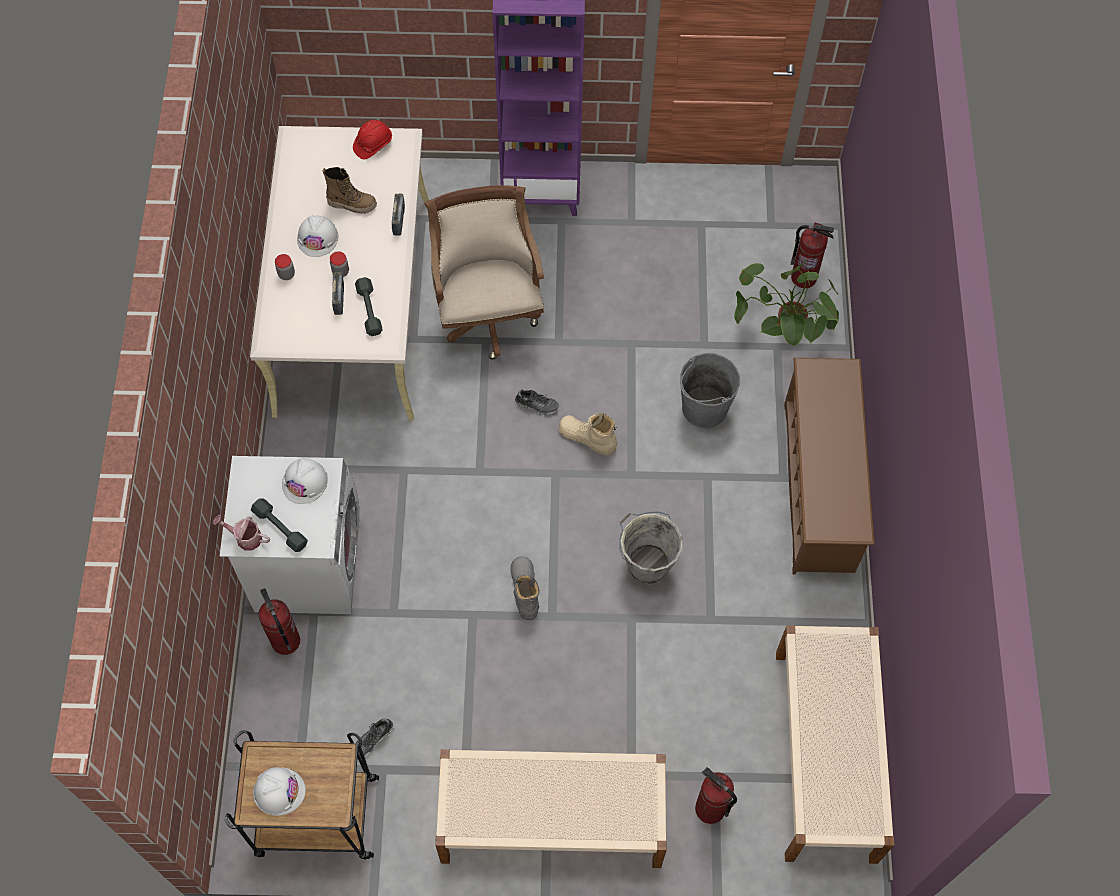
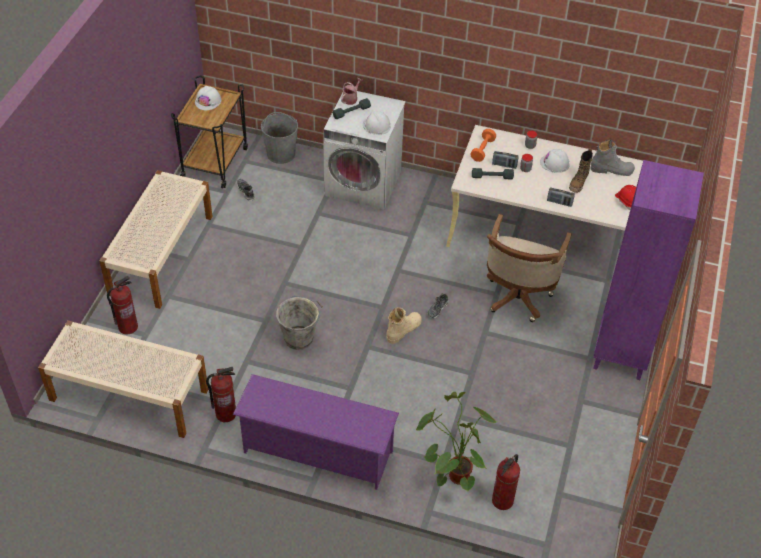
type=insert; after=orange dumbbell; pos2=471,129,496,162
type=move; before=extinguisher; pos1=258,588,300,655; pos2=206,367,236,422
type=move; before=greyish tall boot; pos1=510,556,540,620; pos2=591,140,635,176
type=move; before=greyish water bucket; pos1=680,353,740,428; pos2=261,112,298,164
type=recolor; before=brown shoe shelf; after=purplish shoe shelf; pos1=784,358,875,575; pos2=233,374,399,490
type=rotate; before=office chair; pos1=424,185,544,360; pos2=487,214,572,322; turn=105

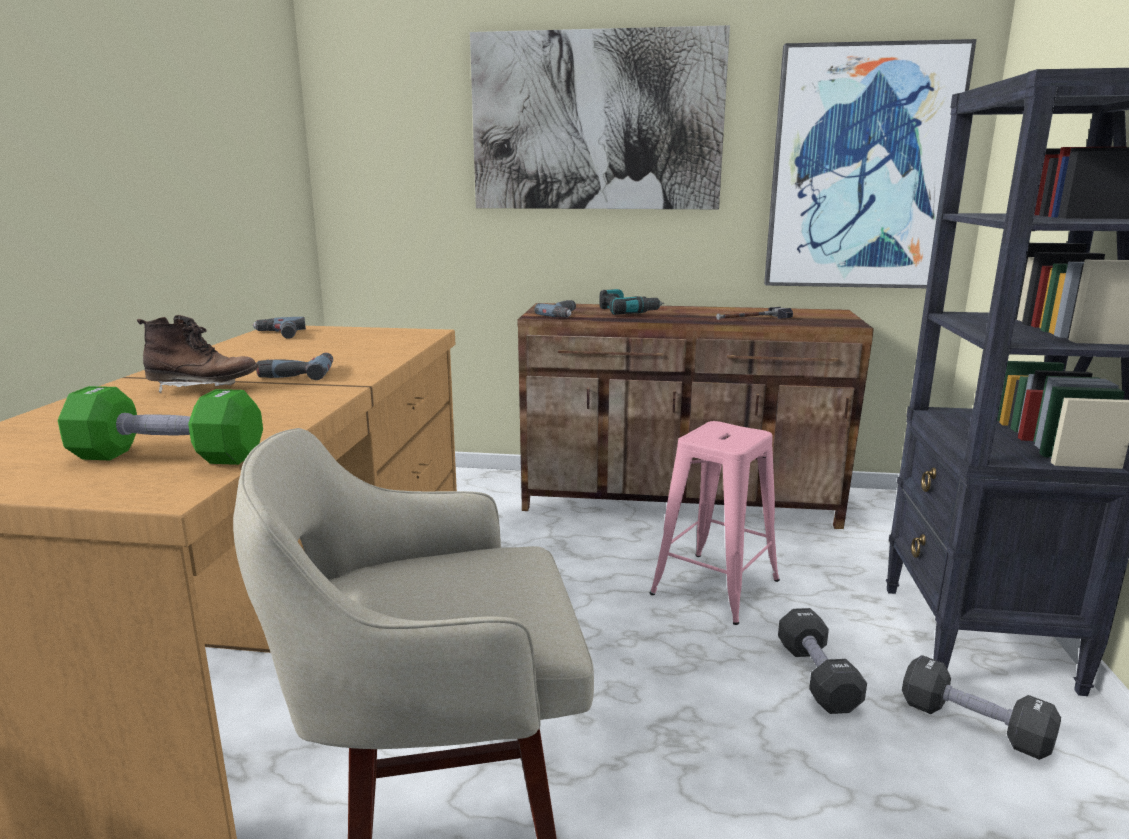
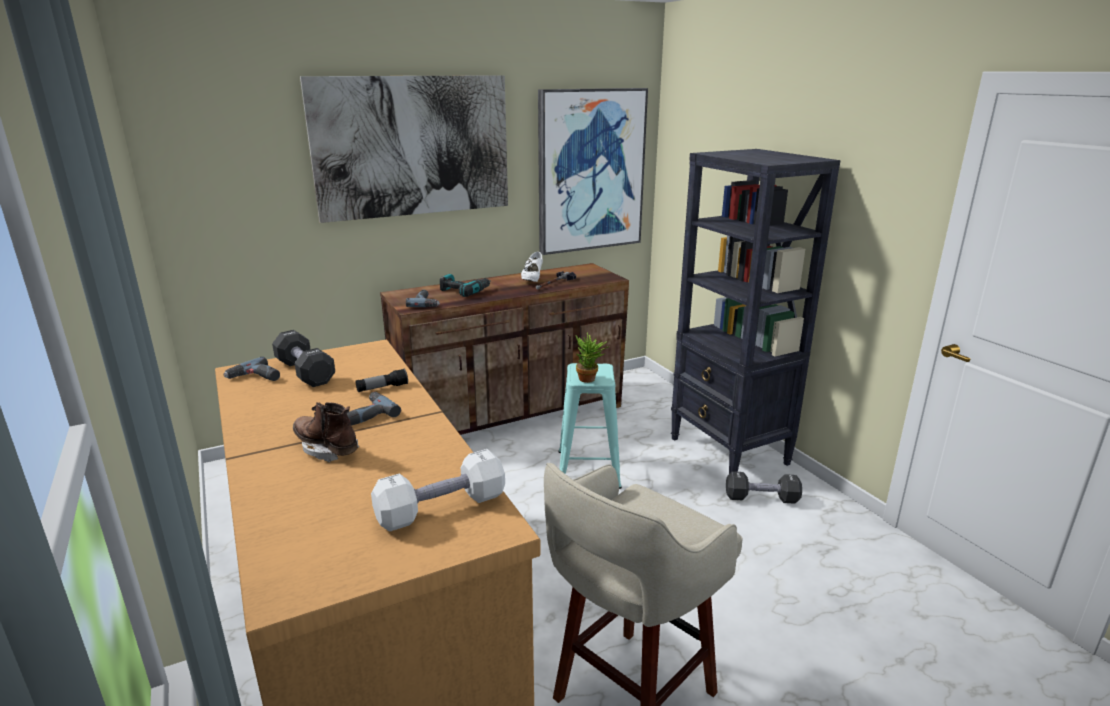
type=insert; after=torch; pos2=356,369,408,392
type=insert; after=white low shoe; pos2=521,252,543,282
type=insert; after=houseplant; pos2=575,333,610,383
type=move; before=black dumbbell; pos1=778,608,867,714; pos2=272,330,335,387
type=recolor; before=green-coloured dumbbell; after=white dumbbell; pos1=58,386,263,465; pos2=371,449,505,532
type=recolor; before=pink sitting stool; after=turquoise-coloured sitting stool; pos1=649,421,780,625; pos2=558,363,622,489
type=rotate; before=brown tall boot; pos1=137,315,259,393; pos2=293,402,359,462; turn=-105

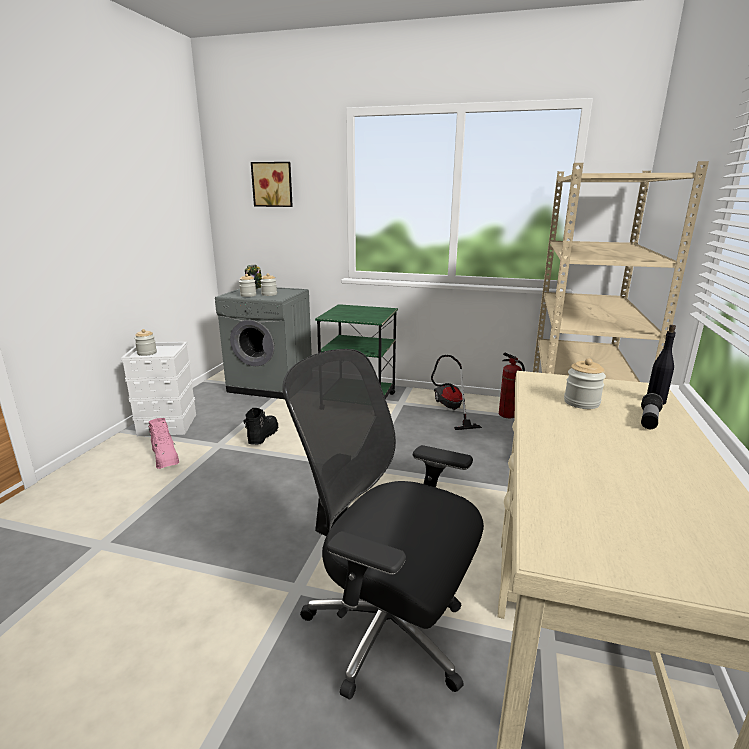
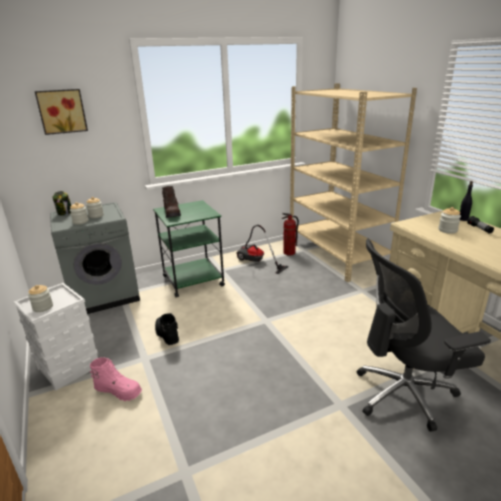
type=insert; after=brown tall boot; pos2=162,186,181,218

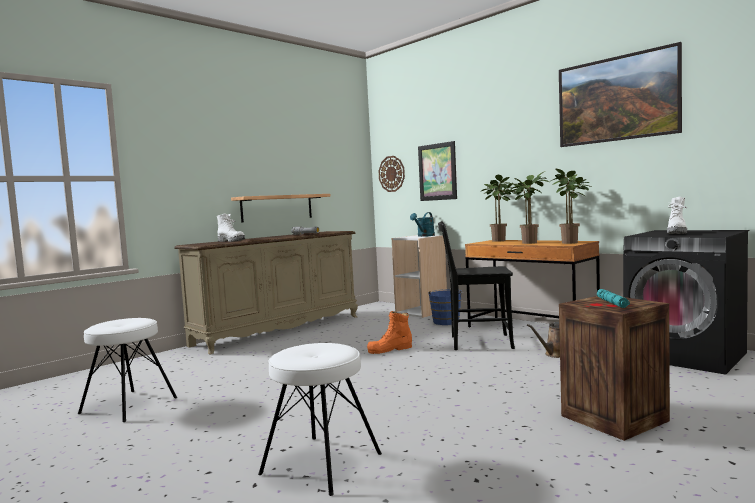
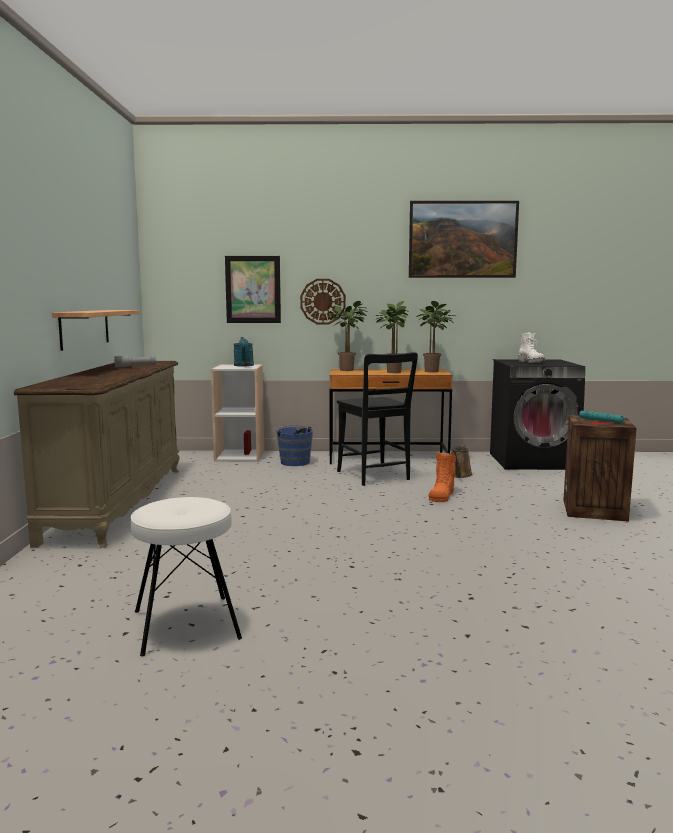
type=delete; before=white tall boot; pos1=217,214,245,242
type=delete; before=white sitting stool; pos1=258,343,382,496
type=move; before=orange tall boot; pos1=367,311,412,354; pos2=428,452,456,502
type=move; before=wall clock; pos1=379,156,405,192; pos2=300,279,346,325
type=rotate; before=black plain chair; pos1=438,221,515,350; pos2=337,352,418,486; turn=-75

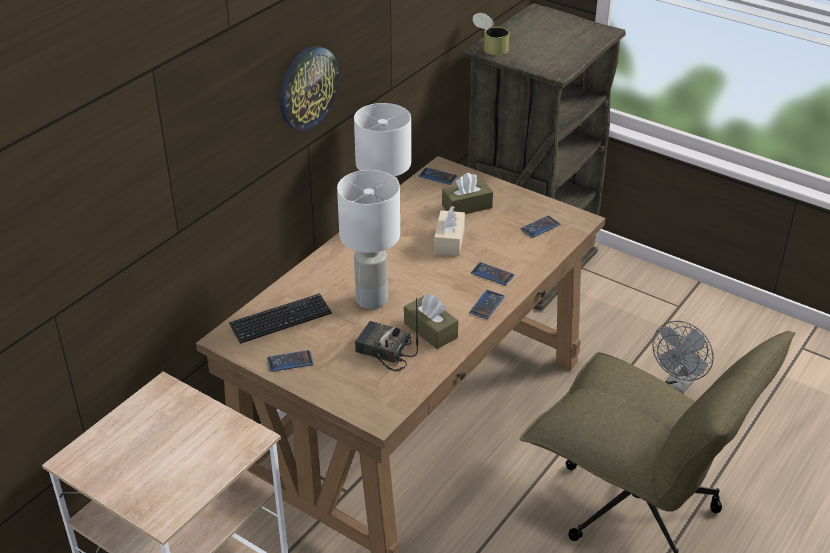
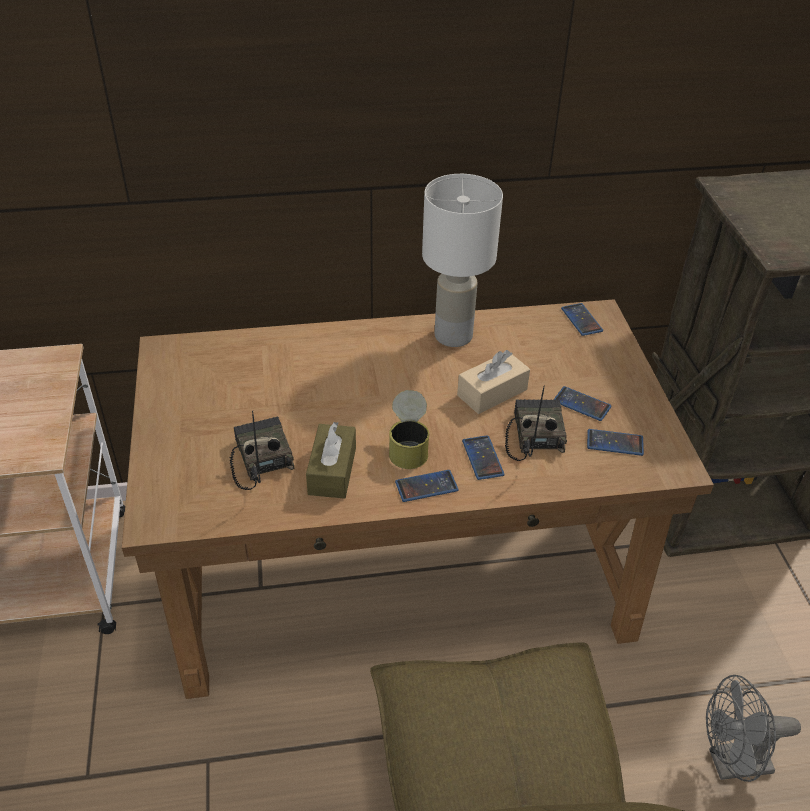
type=delete; before=PC keyboard; pos1=229,293,332,344
type=delete; before=wall clock; pos1=280,46,339,131
type=delete; before=white tabletop lamp; pos1=337,170,400,309
type=delete; before=brown tissue holder; pos1=442,173,493,214
type=insert; after=radio set; pos2=505,385,567,461
type=move; before=telephone; pos1=267,350,314,372; pos2=553,386,612,421
type=move; before=metal can; pos1=473,13,510,55; pos2=389,390,429,469

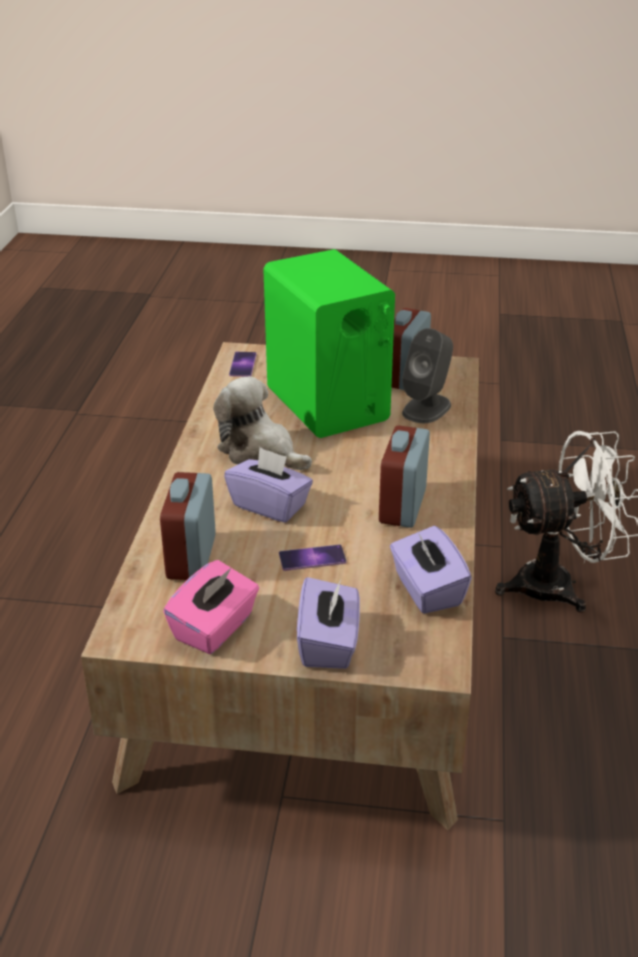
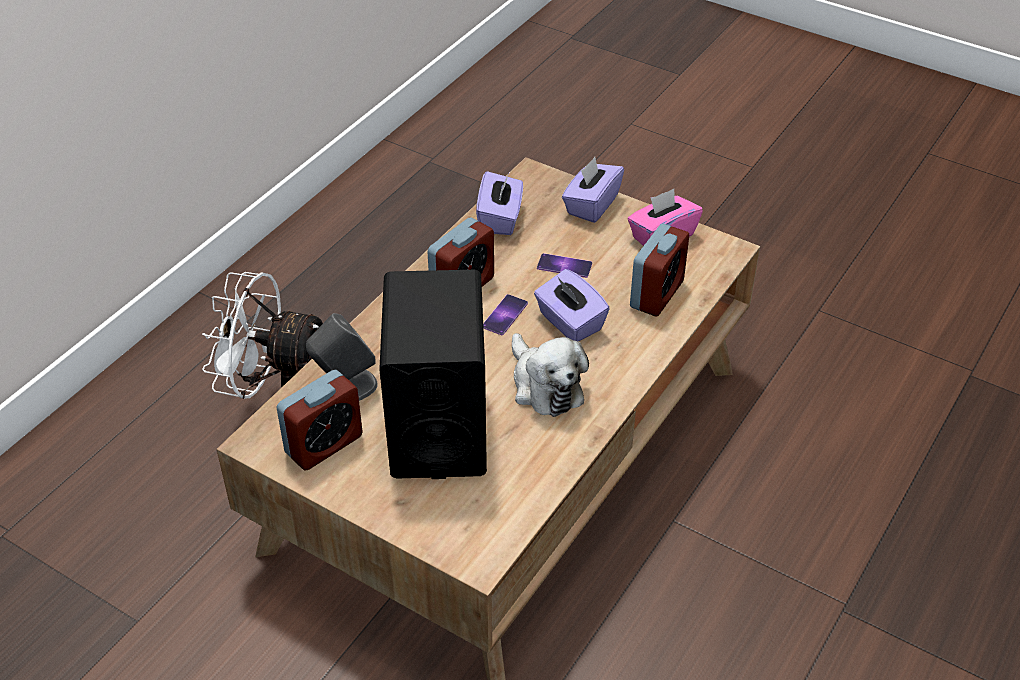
type=move; before=telephone; pos1=229,352,257,377; pos2=483,294,528,335
type=recolor; before=green-coloured speaker; after=black speaker; pos1=263,249,395,438; pos2=379,270,487,479

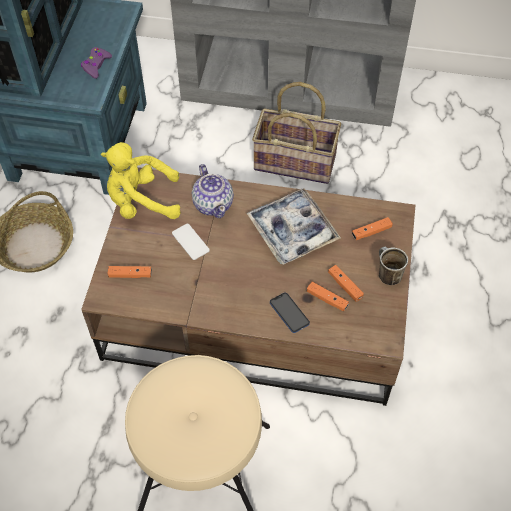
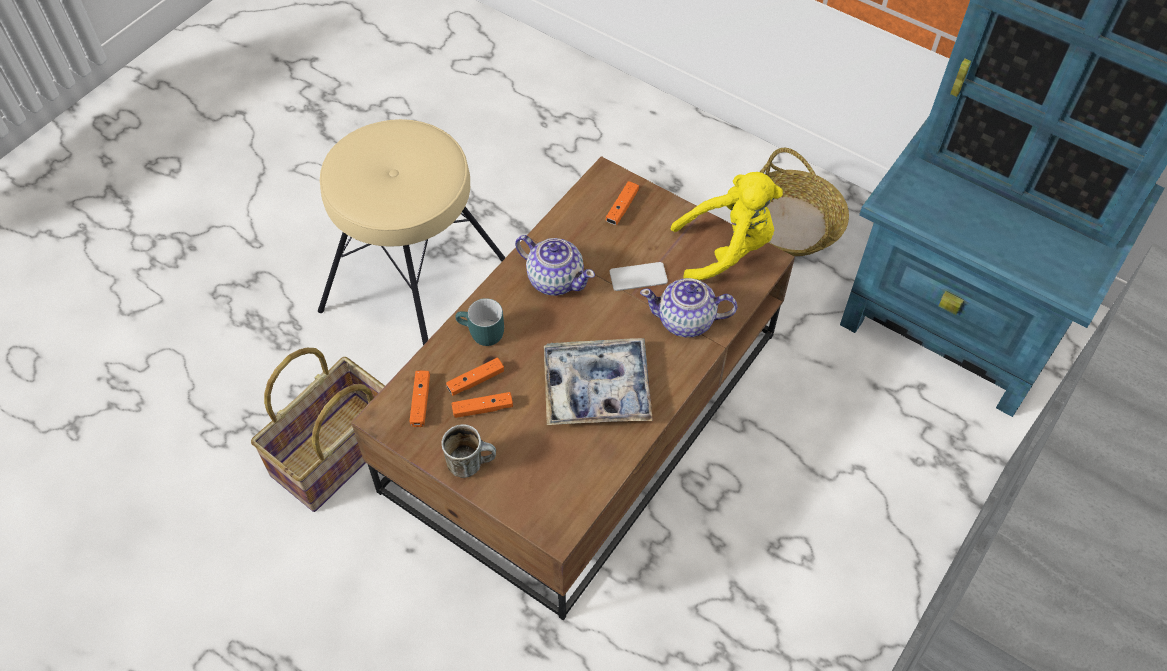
type=delete; before=purplish joypad; pos1=81,47,112,79
type=insert; after=tea pot; pos2=515,235,595,296
type=move; before=basket; pos1=252,82,341,184; pos2=251,348,385,512
type=move; before=orange joypad; pos1=352,217,393,240; pos2=410,371,430,427
type=replace; before=telephone; after=turquoise-coloured tea mug; pos1=270,293,310,333; pos2=455,298,504,346
type=rotate; before=yellow-coloured soft toy; pos1=101,142,181,219; pos2=671,172,783,280; turn=60

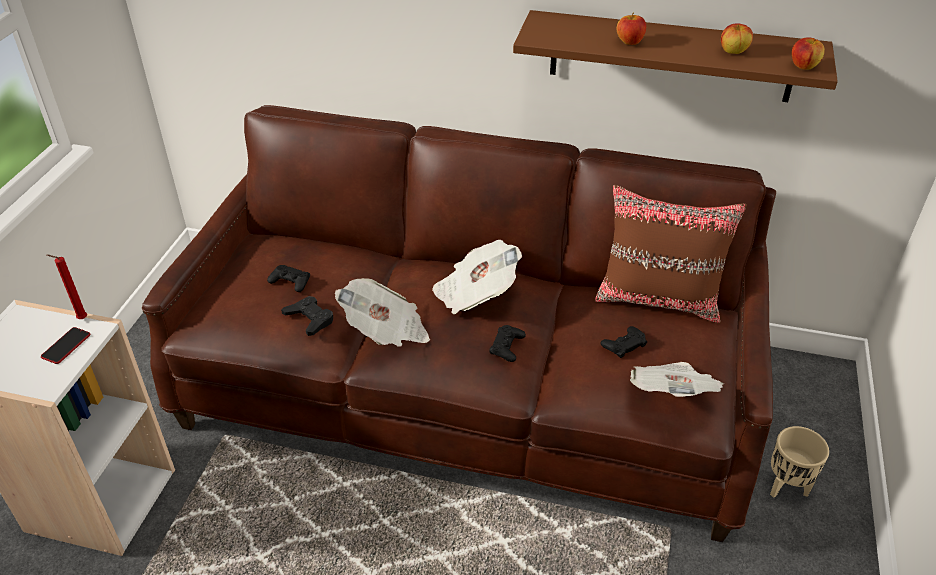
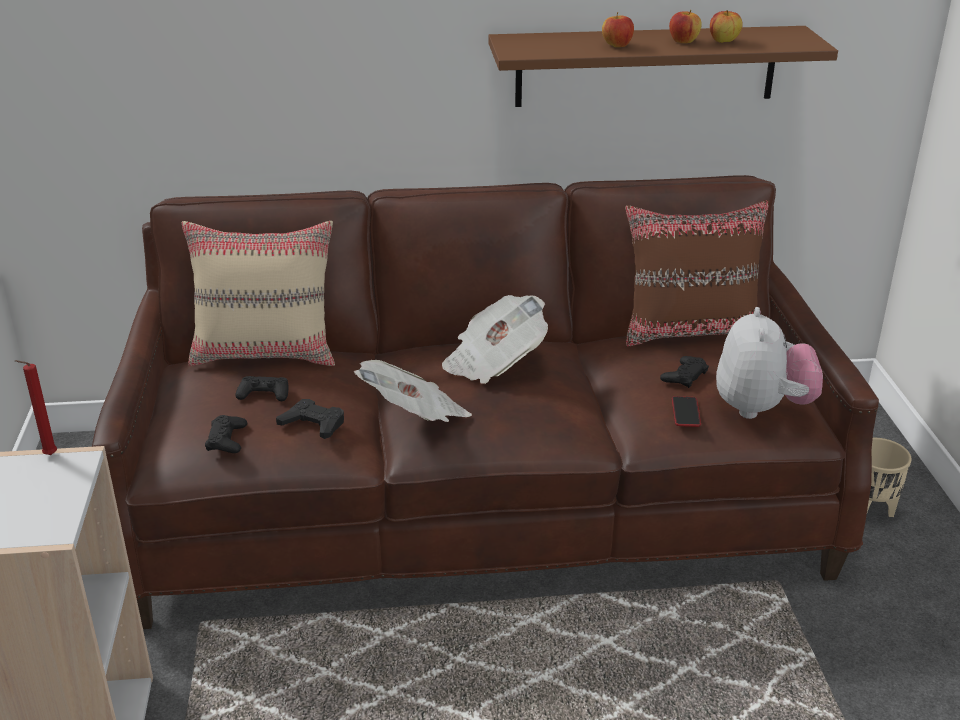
type=insert; after=beige cushion; pos2=182,221,335,366
type=move; before=telephone; pos1=41,327,90,364; pos2=672,396,701,427
type=move; before=black joypad; pos1=489,325,526,362; pos2=205,415,248,453
type=move; before=apple fruit; pos1=792,37,825,70; pos2=669,10,702,43
type=replace; before=daily paper; after=soft toy; pos1=630,362,724,397; pos2=716,307,823,419

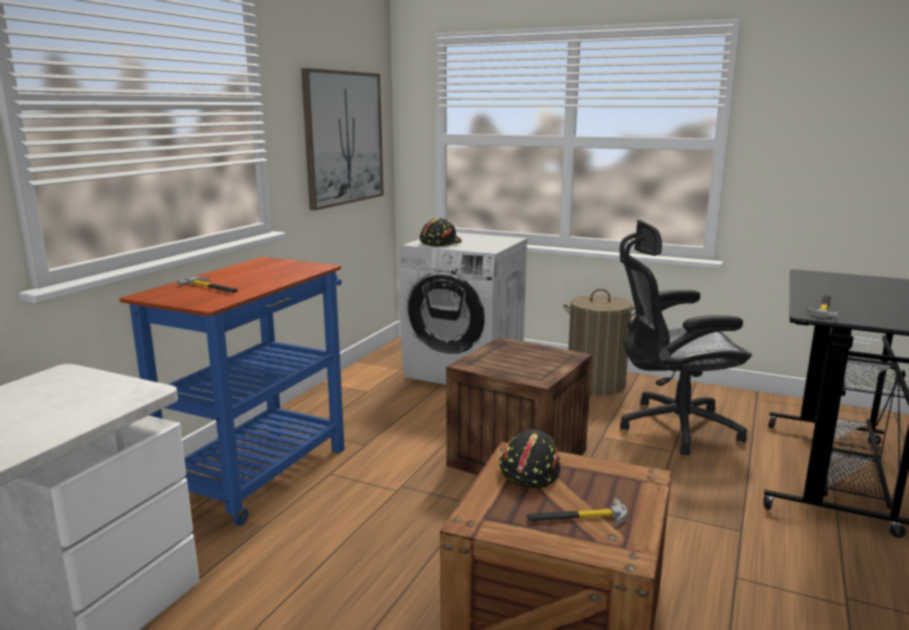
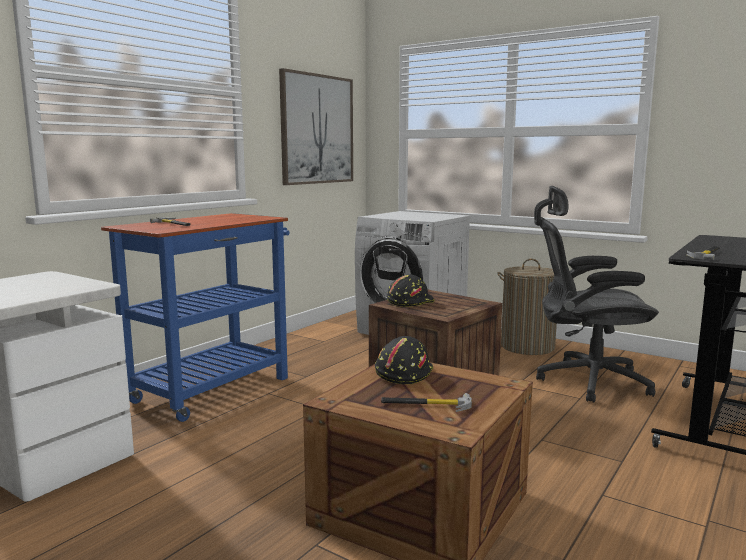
type=move; before=black safety helmet; pos1=420,218,462,247; pos2=387,275,434,307

